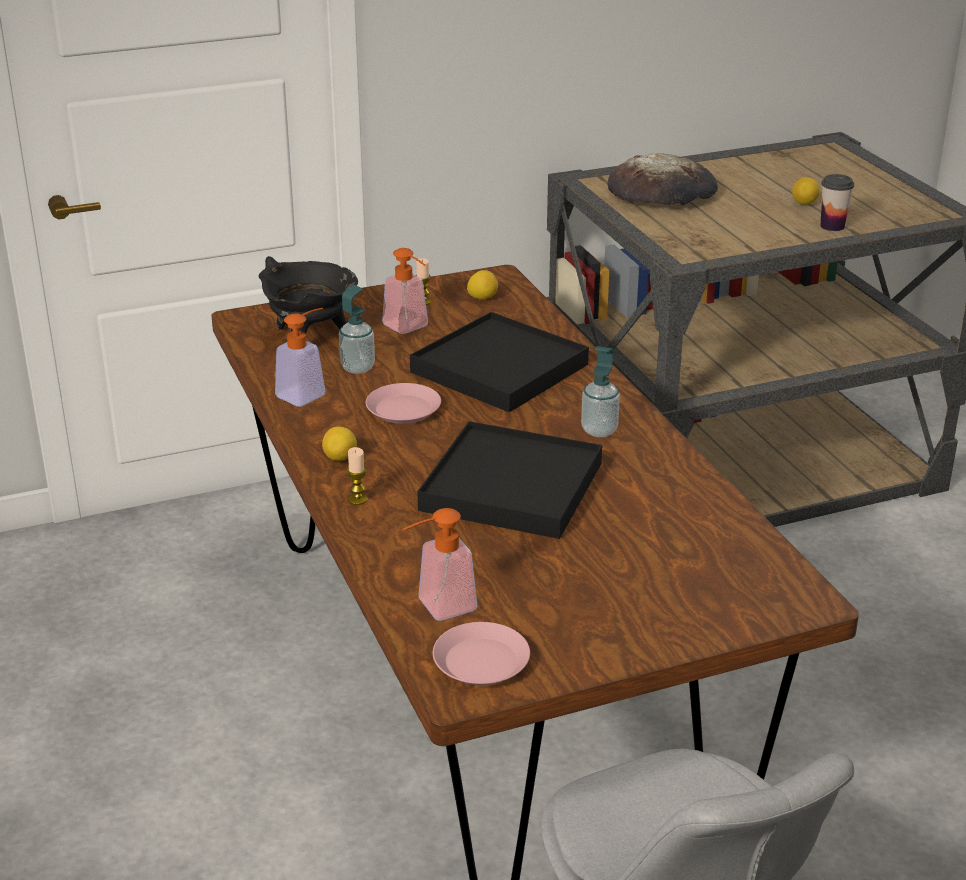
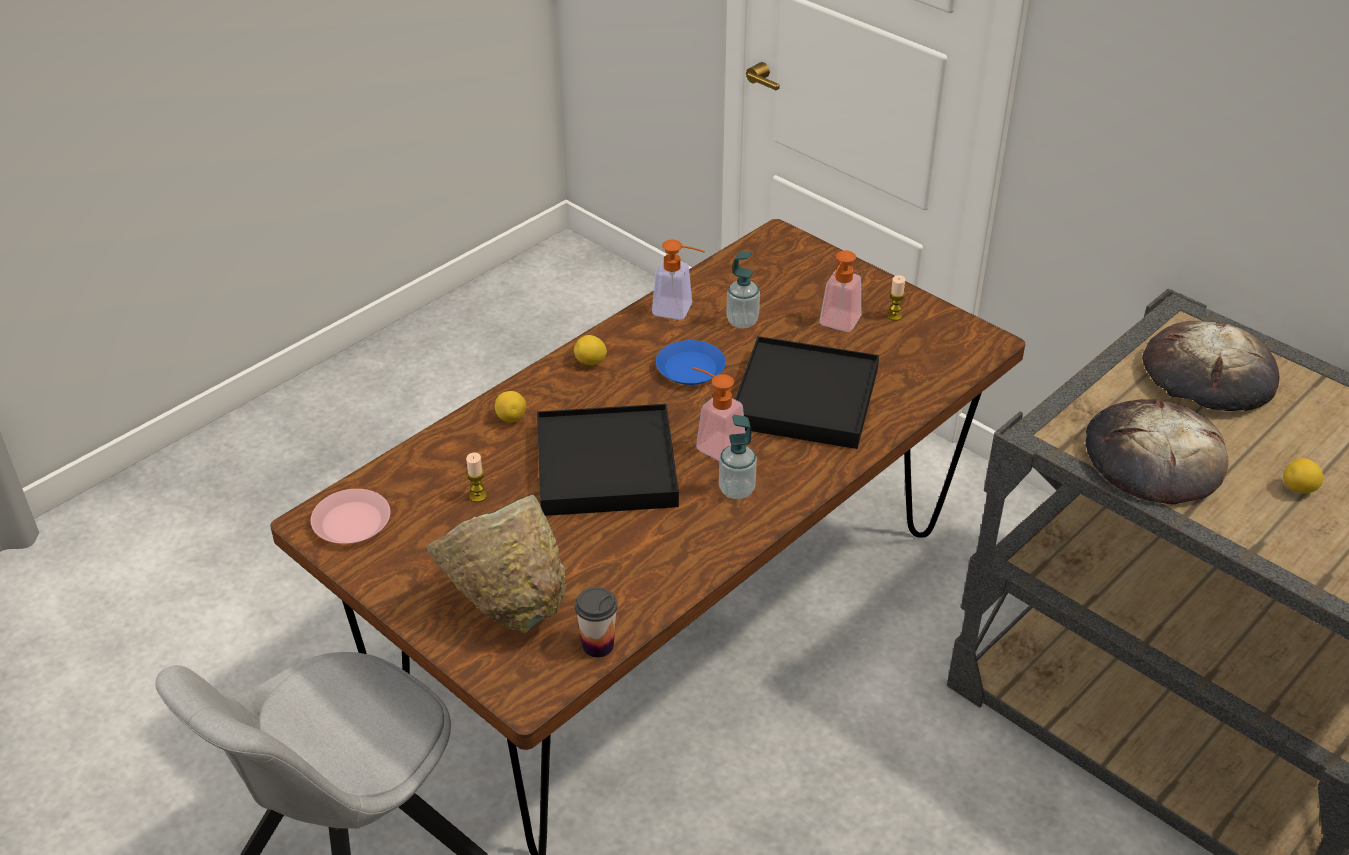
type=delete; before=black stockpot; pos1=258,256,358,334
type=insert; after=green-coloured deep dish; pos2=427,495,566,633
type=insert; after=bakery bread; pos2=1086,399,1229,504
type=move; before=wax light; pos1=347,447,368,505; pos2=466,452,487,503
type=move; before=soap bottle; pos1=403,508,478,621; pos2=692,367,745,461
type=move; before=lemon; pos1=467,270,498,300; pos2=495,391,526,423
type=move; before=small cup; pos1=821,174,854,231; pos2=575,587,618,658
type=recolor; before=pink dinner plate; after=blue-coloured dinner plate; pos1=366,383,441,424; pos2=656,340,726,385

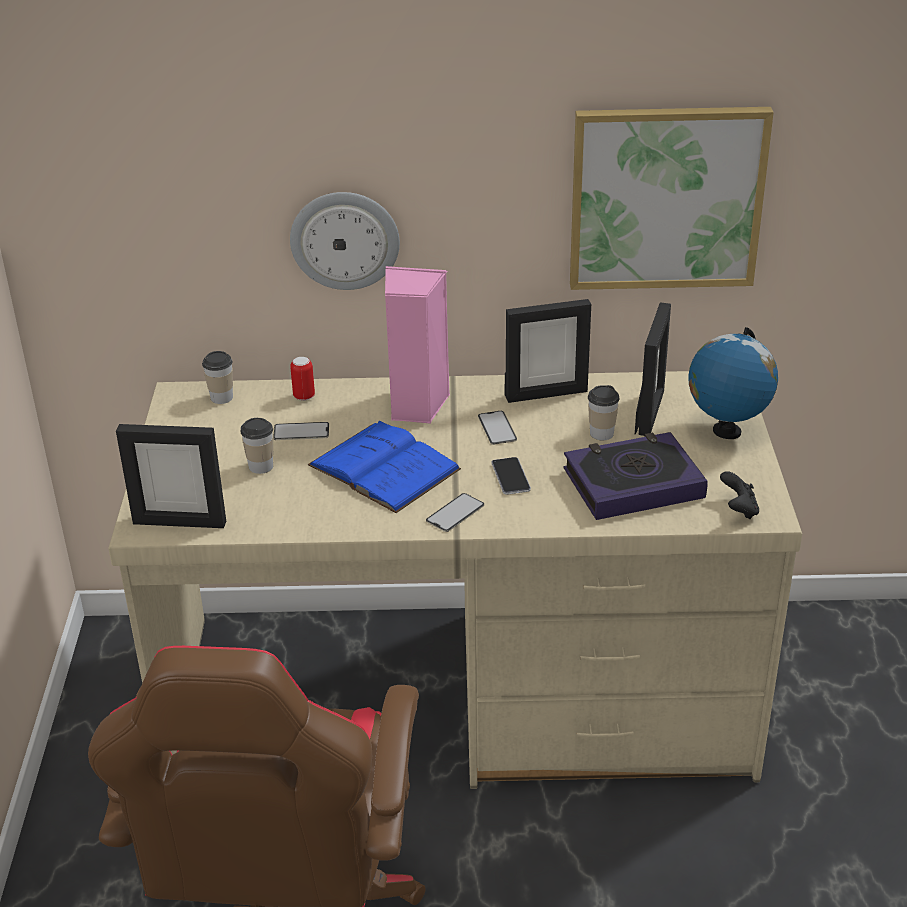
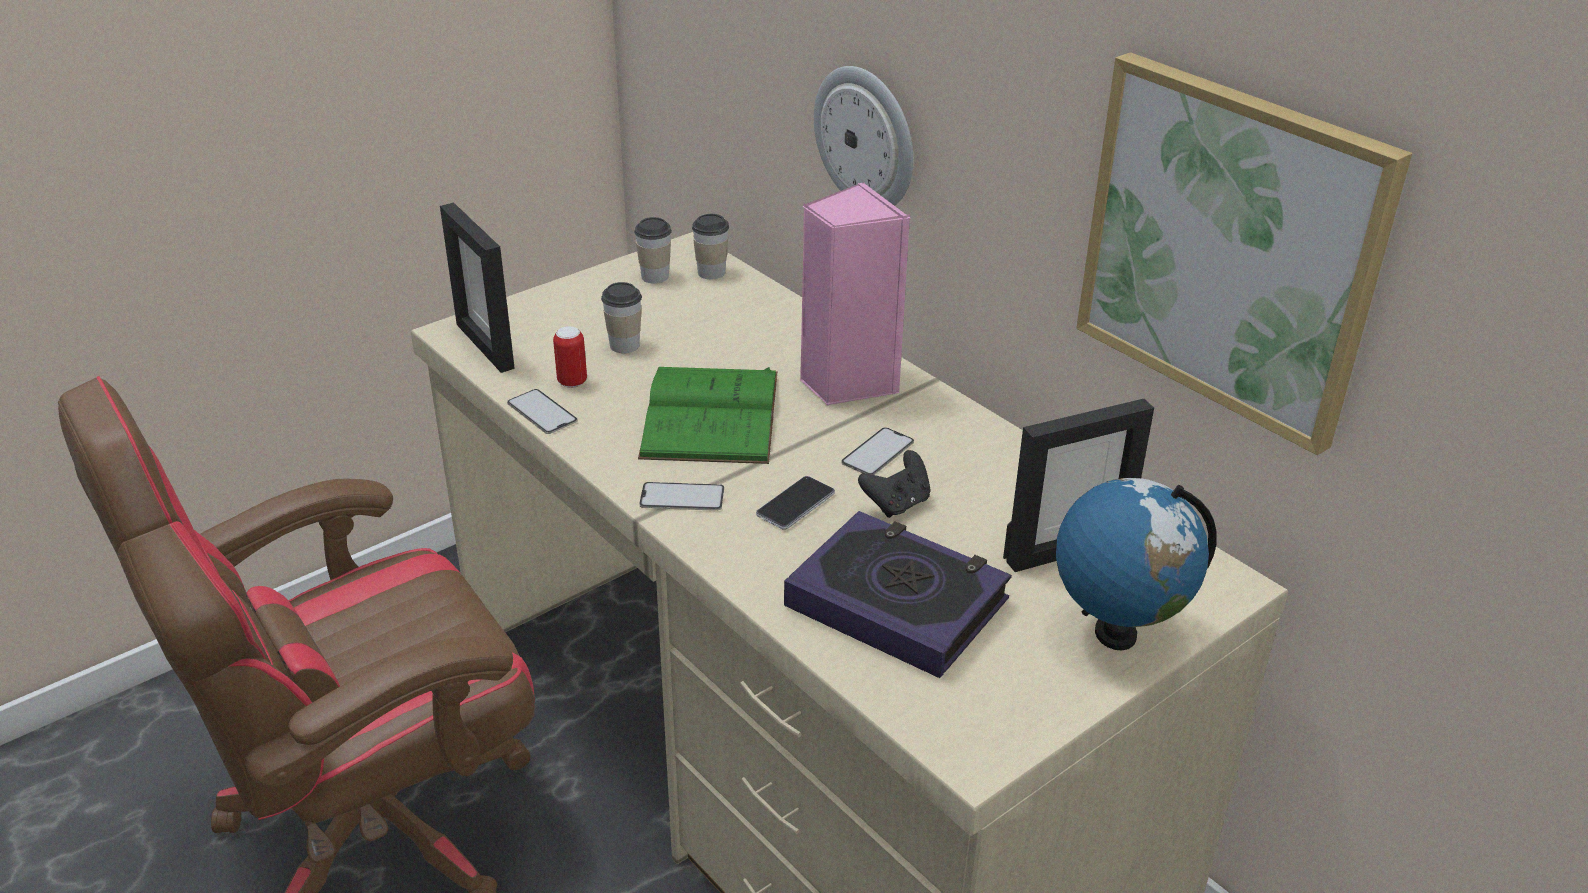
type=delete; before=picture frame; pos1=505,299,591,403
type=move; before=telephone; pos1=273,422,329,440; pos2=507,389,577,434
type=move; before=metal can; pos1=290,357,315,401; pos2=553,326,587,388
type=move; before=small cup; pos1=588,385,620,440; pos2=634,217,672,284
type=move; before=black joypad; pos1=720,471,759,519; pos2=858,450,931,518
type=recolor; before=blue-coloured book; after=green-coloured book; pos1=308,420,461,513; pos2=638,367,778,464

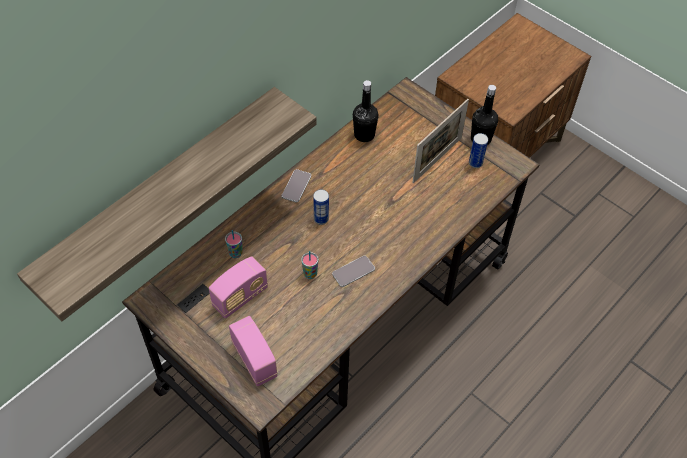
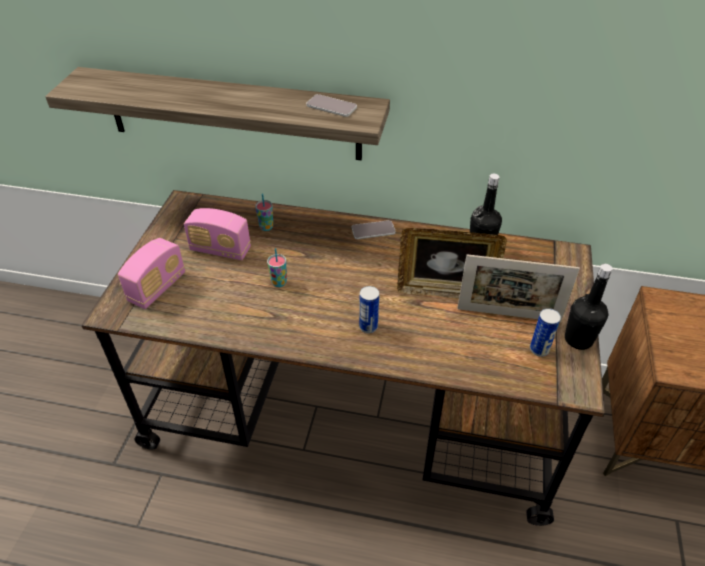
type=insert; after=picture frame; pos2=397,228,507,299
type=move; before=metal can; pos1=313,189,329,225; pos2=359,286,379,333
type=move; before=telephone; pos1=332,256,375,287; pos2=306,94,357,117

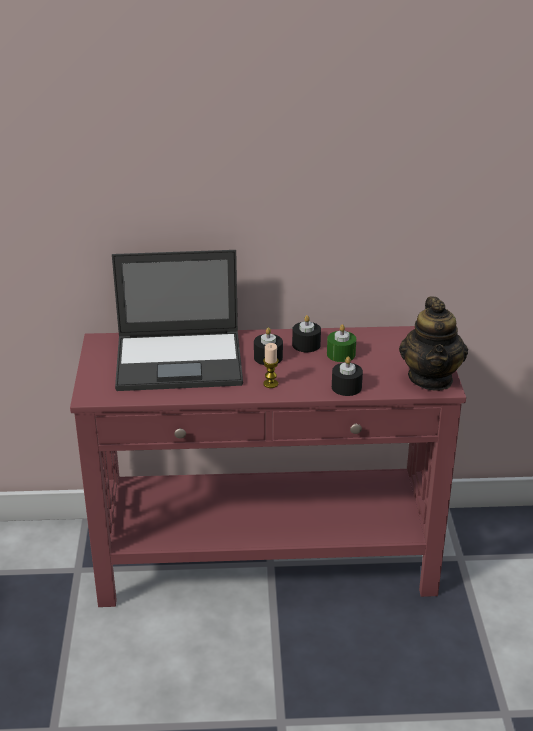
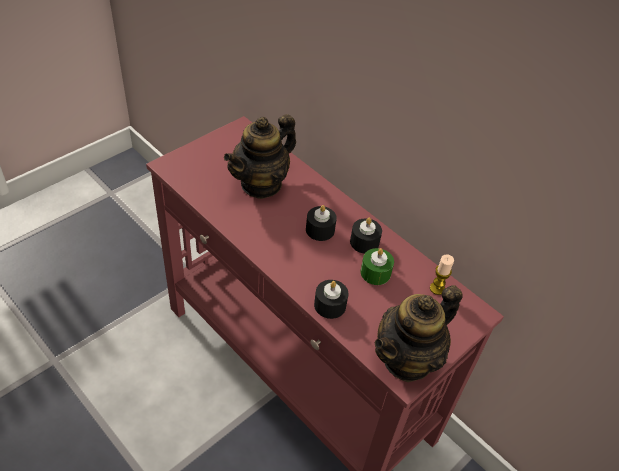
type=move; before=wax light; pos1=263,343,279,388; pos2=430,254,454,295
type=replace; before=notebook computer; after=tea pot; pos1=112,250,243,391; pos2=224,114,296,199

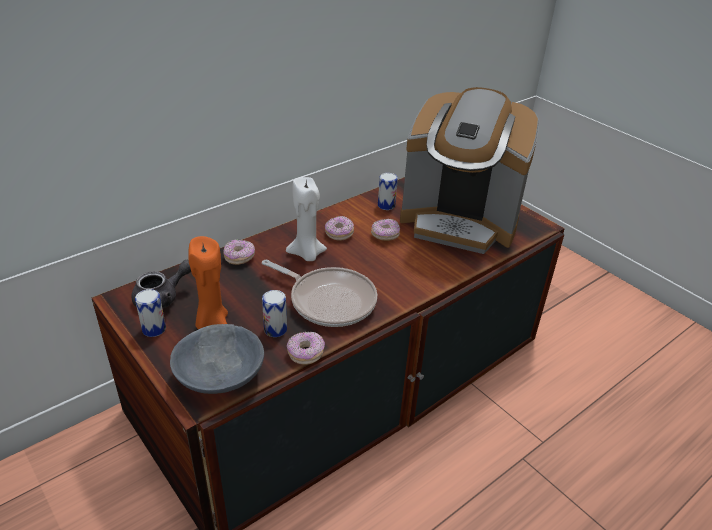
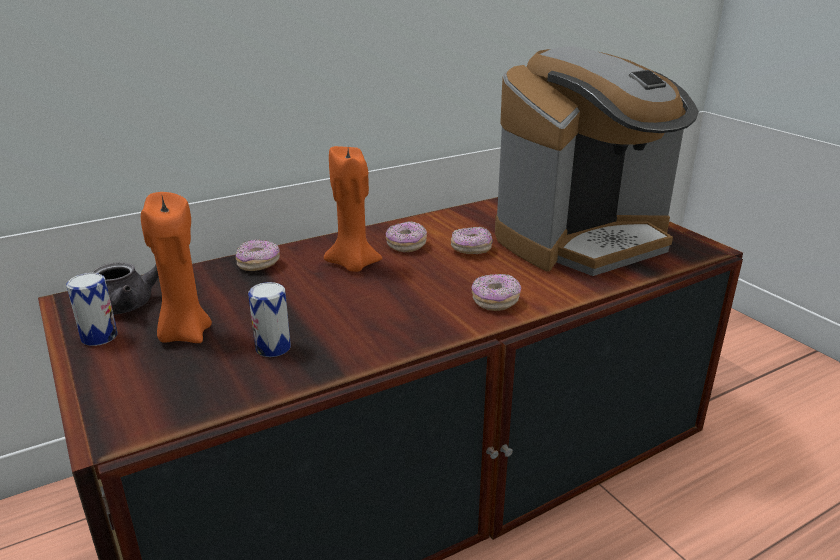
type=delete; before=greyish deep dish; pos1=170,324,264,394
type=delete; before=frying pan; pos1=262,259,377,327
type=delete; before=metal can; pos1=378,173,398,210
type=move; before=donut; pos1=287,332,325,365; pos2=471,274,521,311
type=recolor; before=white wax light; after=orange wax light; pos1=286,177,327,261; pos2=324,146,383,272
type=rotate; before=coffee machine; pos1=400,87,540,254; pos2=495,46,699,276; turn=-60

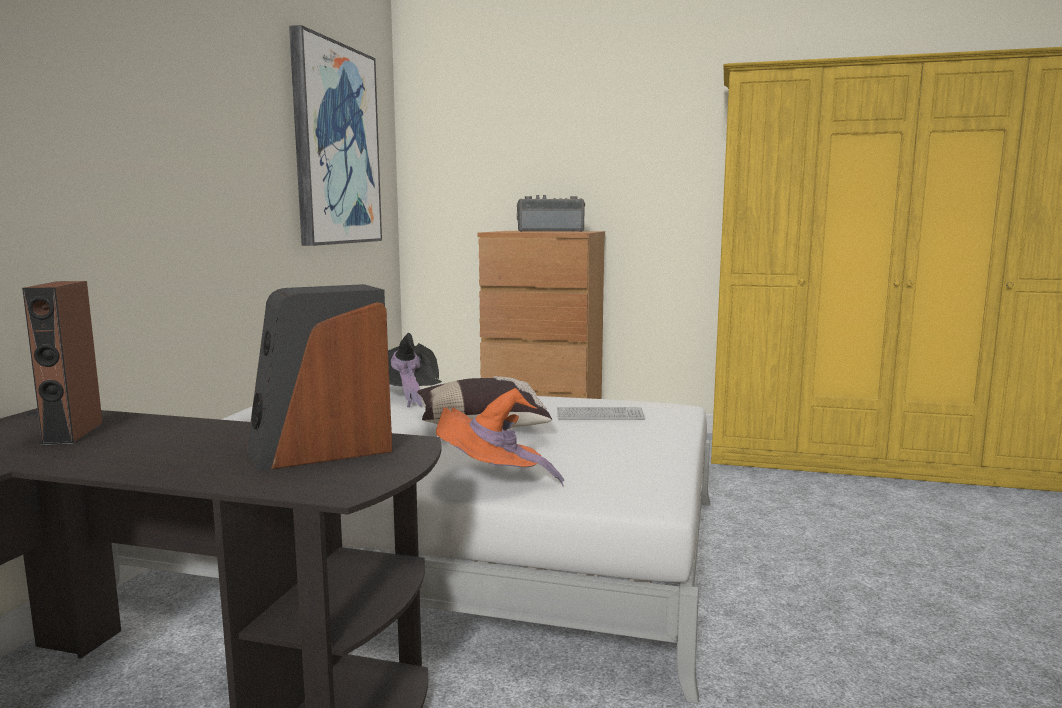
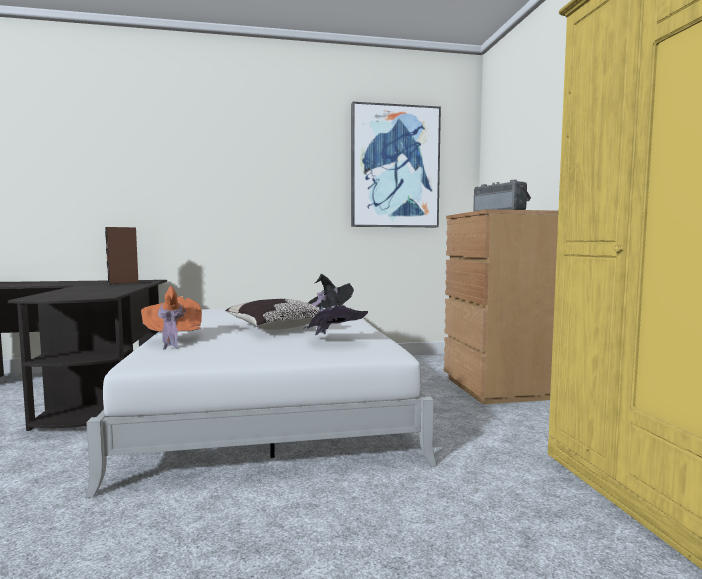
type=delete; before=speaker; pos1=247,284,392,471
type=replace; before=PC keyboard; after=black wearable hat; pos1=557,407,645,420; pos2=303,285,368,335

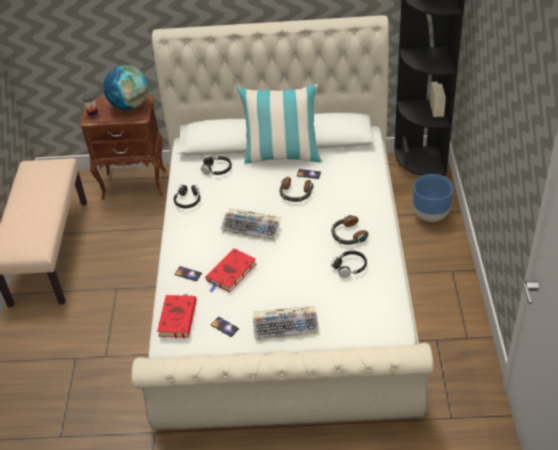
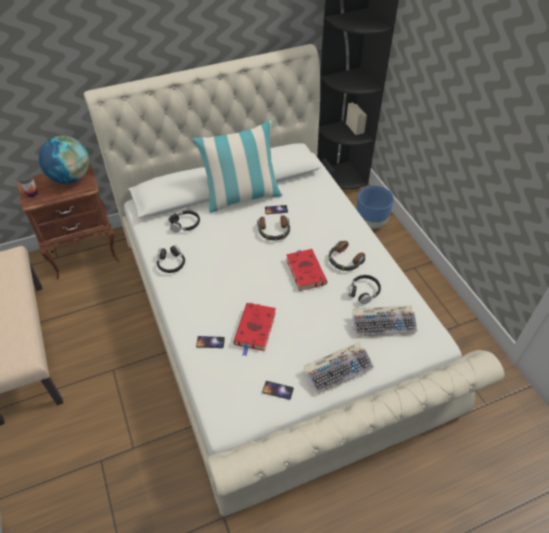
type=move; before=red-coloured book; pos1=157,294,197,338; pos2=286,249,327,291
type=move; before=PC keyboard; pos1=221,208,281,242; pos2=352,306,418,338

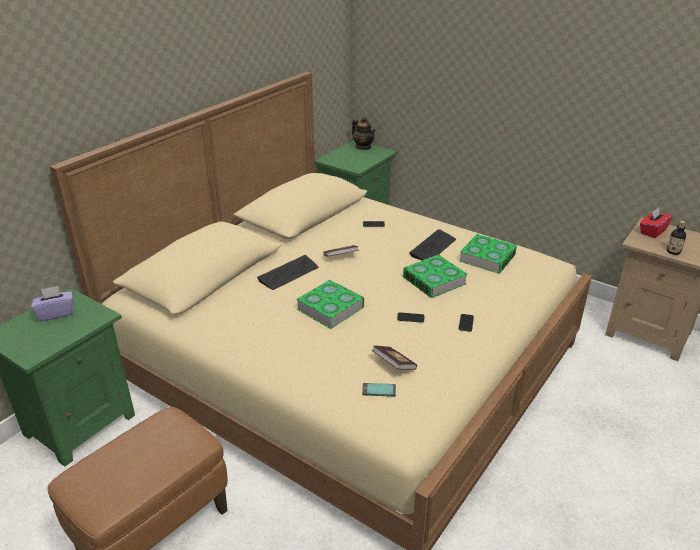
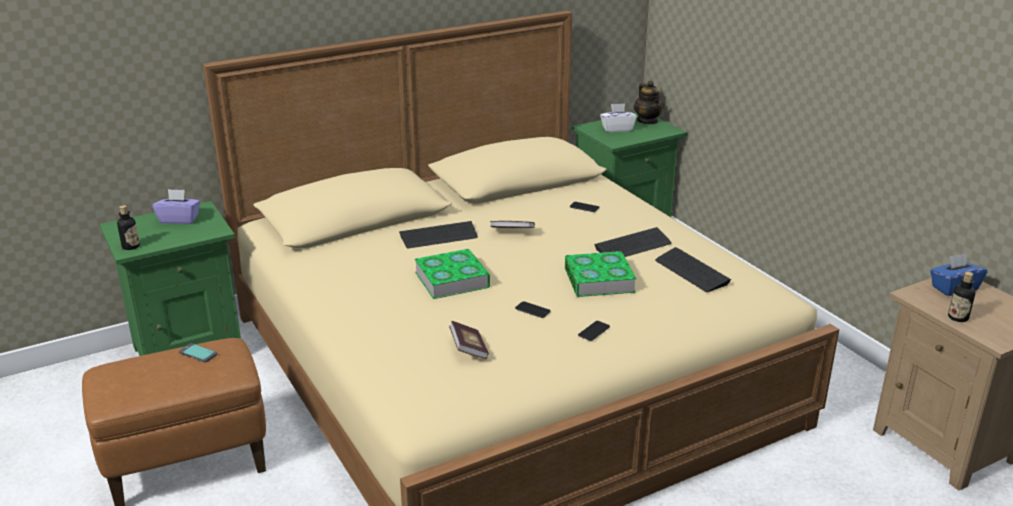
type=insert; after=drink bottle; pos2=117,205,140,250
type=insert; after=white tissue holder; pos2=600,103,637,132
type=move; before=telephone; pos1=362,383,396,397; pos2=179,343,218,363
type=replace; before=book; after=PC keyboard; pos1=459,234,517,274; pos2=655,247,731,292
type=recolor; before=red-coloured tissue holder; after=blue-coloured tissue holder; pos1=640,208,673,238; pos2=930,254,987,296

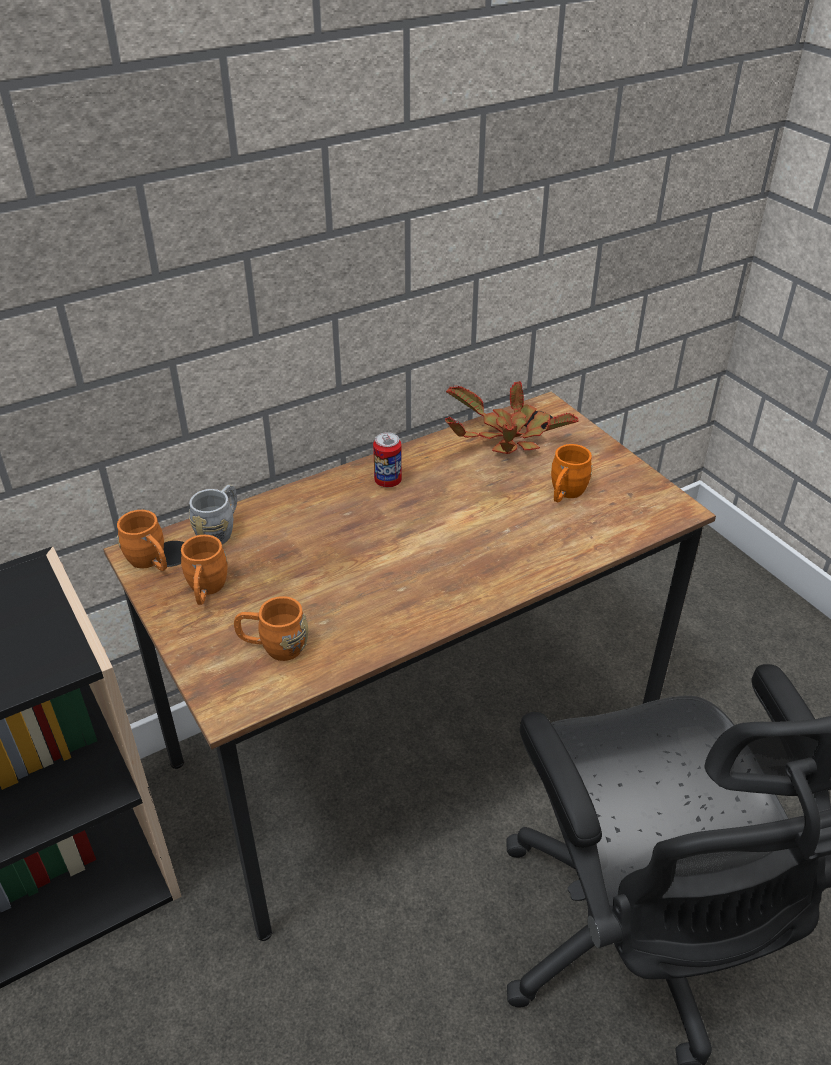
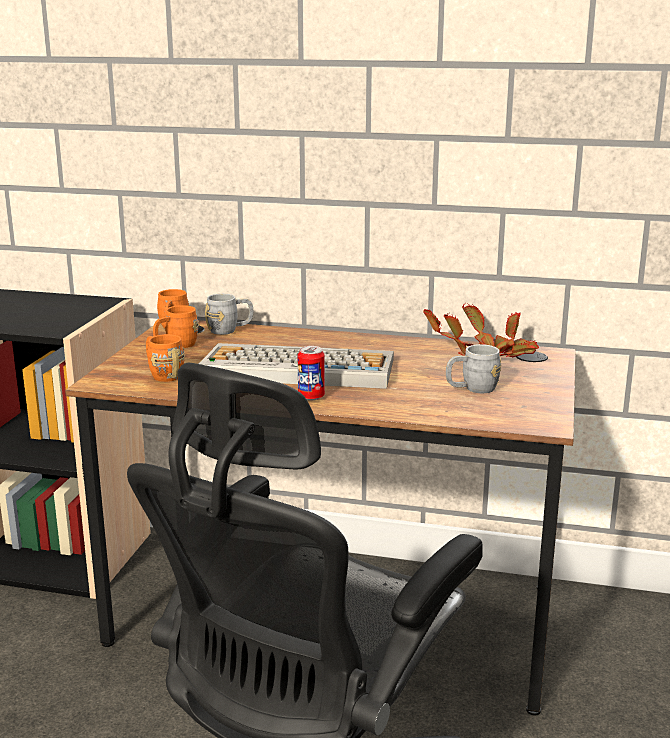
type=insert; after=PC keyboard; pos2=199,343,394,389
type=move; before=metal can; pos1=373,432,402,487; pos2=298,346,325,401
type=recolor; before=orange tea mug; after=greyish tea mug; pos1=551,444,592,502; pos2=446,344,501,393

